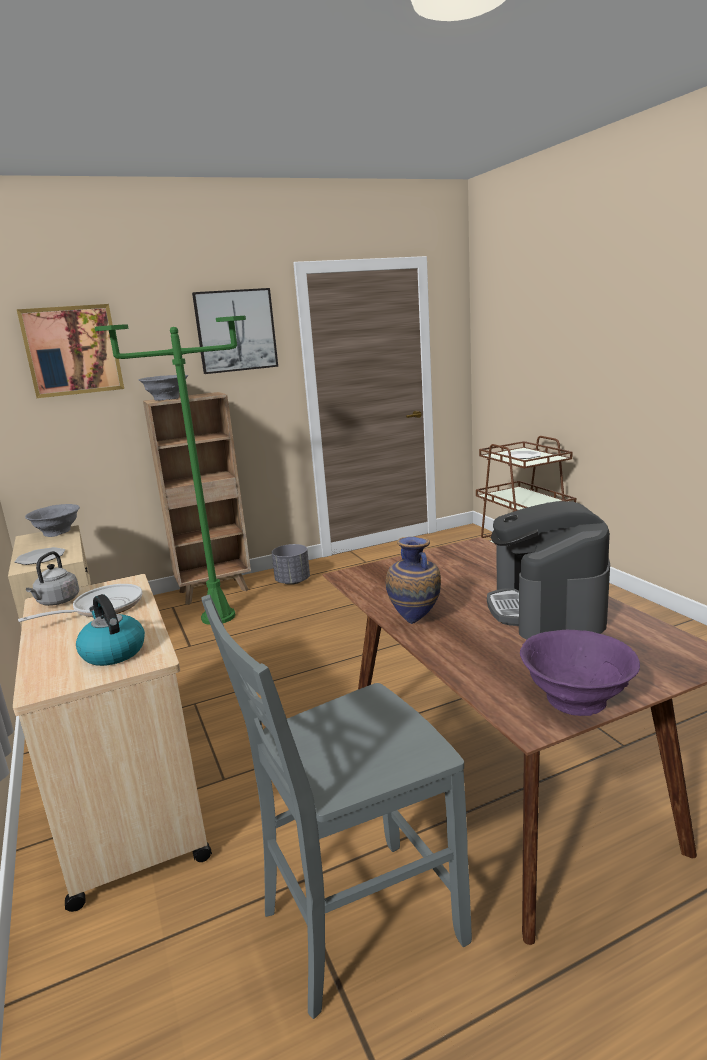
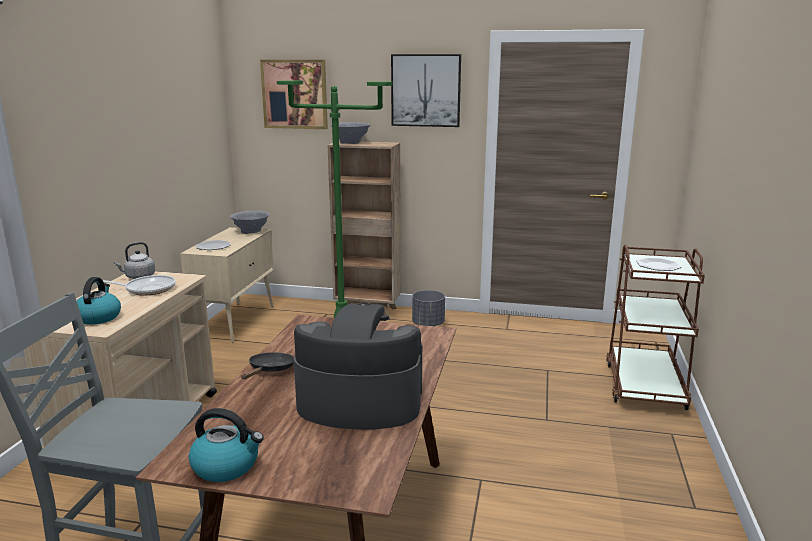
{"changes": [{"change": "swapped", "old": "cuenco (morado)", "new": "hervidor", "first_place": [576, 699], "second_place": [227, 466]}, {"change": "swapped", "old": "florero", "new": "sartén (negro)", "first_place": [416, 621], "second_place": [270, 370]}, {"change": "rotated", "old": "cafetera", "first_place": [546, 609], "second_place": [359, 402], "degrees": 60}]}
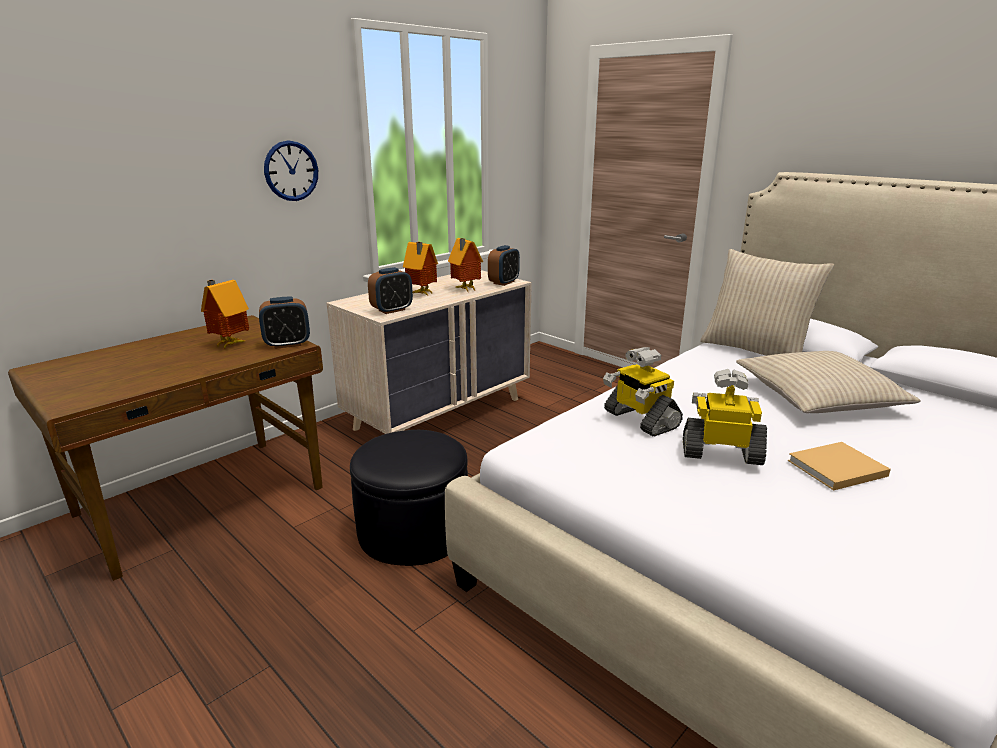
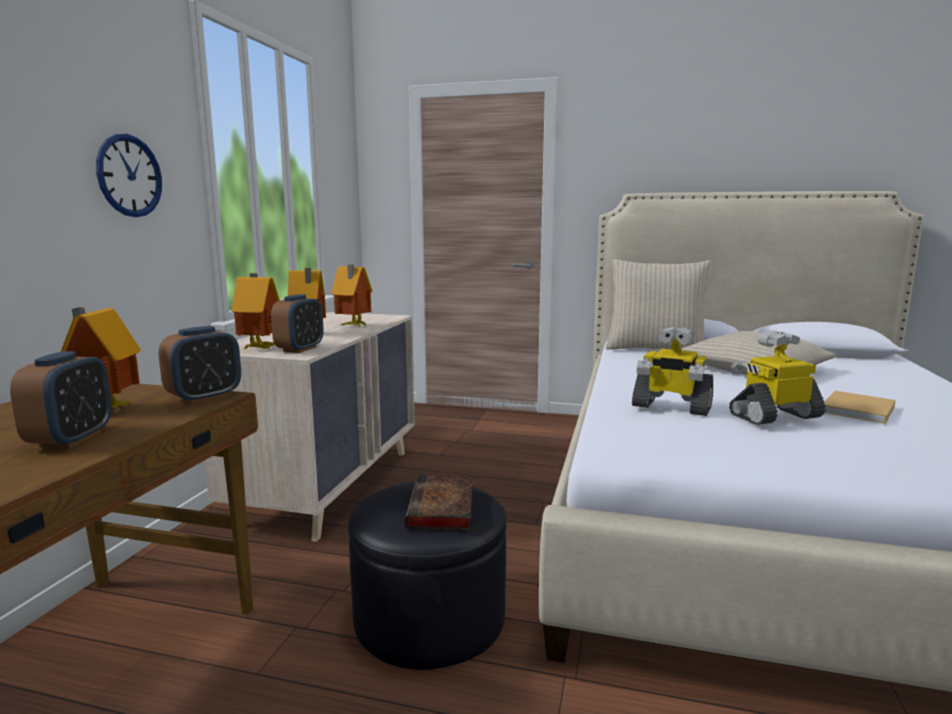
{"changes": [{"change": "shifted", "old": "despertador", "first_place": [504, 282], "second_place": [71, 439]}, {"change": "new", "new": "casita", "second_place": [260, 348]}, {"change": "new", "new": "libro", "second_place": [442, 508]}]}
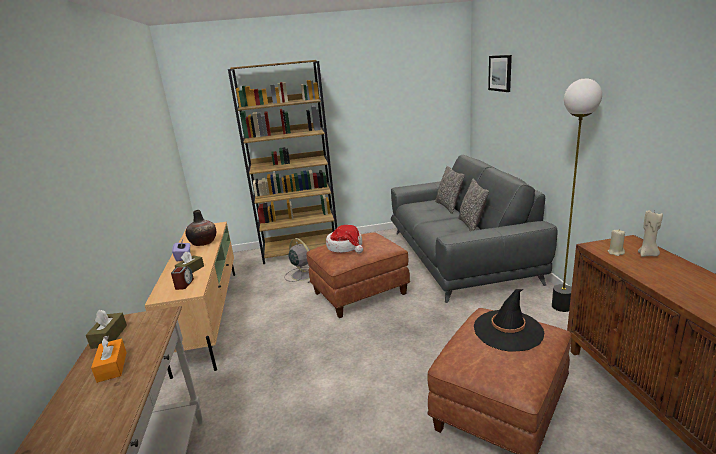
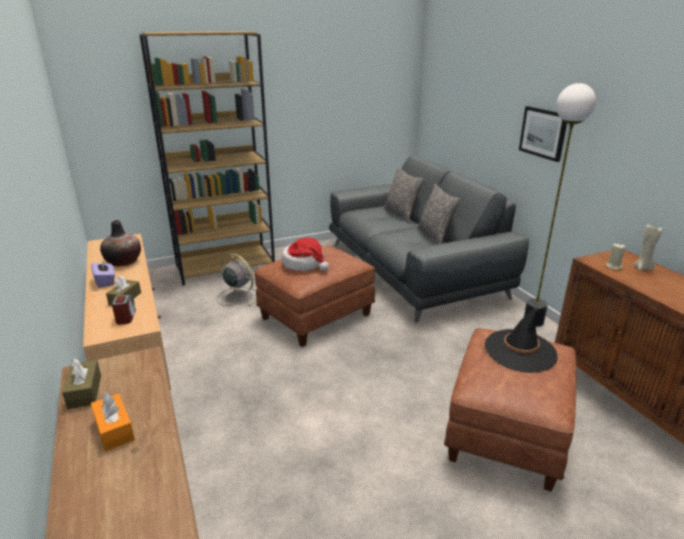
{"changes": [{"change": "shifted", "old": "cuadro", "first_place": [500, 73], "second_place": [543, 133]}]}
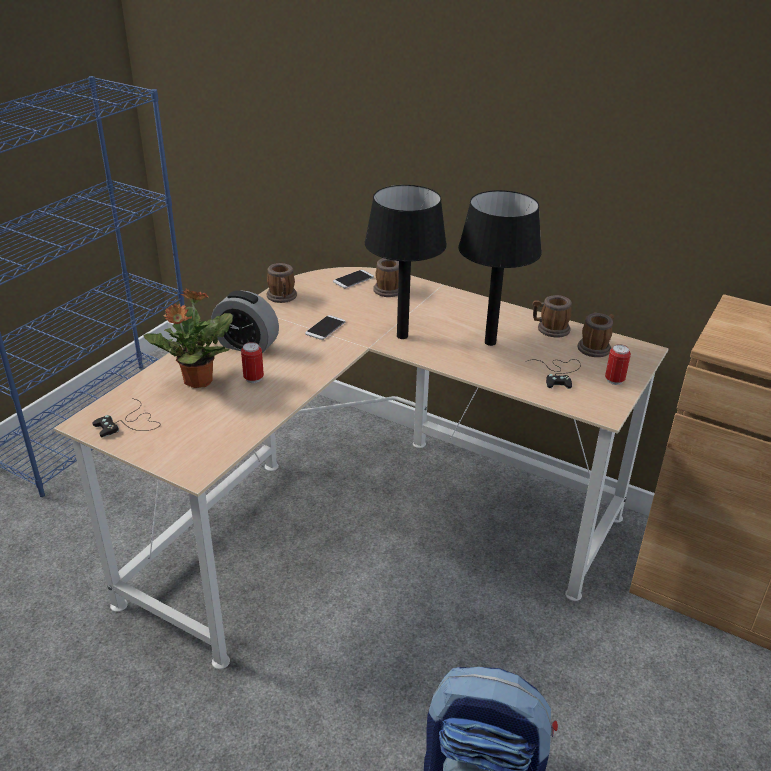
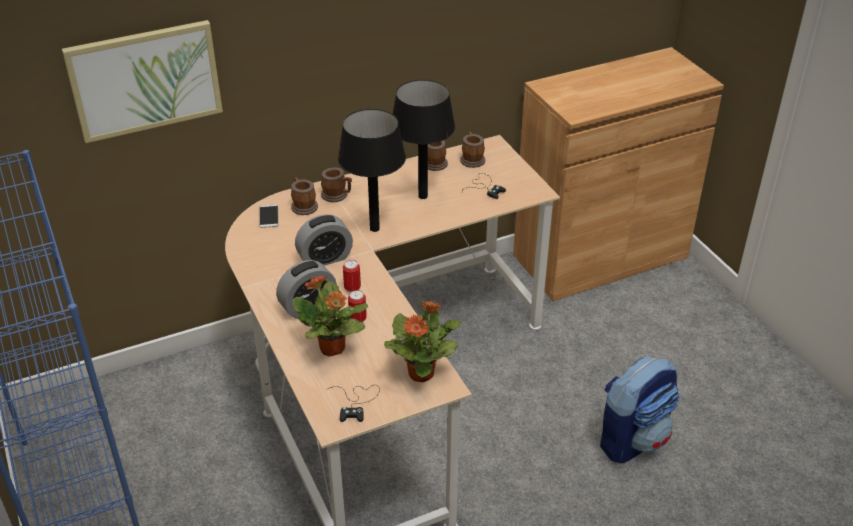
{"changes": [{"change": "new", "new": "cuadro", "second_place": [145, 80]}, {"change": "swapped", "old": "móvil", "new": "despertador", "first_place": [325, 328], "second_place": [325, 258]}, {"change": "shifted", "old": "taza grande", "first_place": [282, 297], "second_place": [337, 195]}, {"change": "shifted", "old": "lata", "first_place": [614, 380], "second_place": [352, 288]}, {"change": "new", "new": "planta en maceta", "second_place": [422, 373]}]}
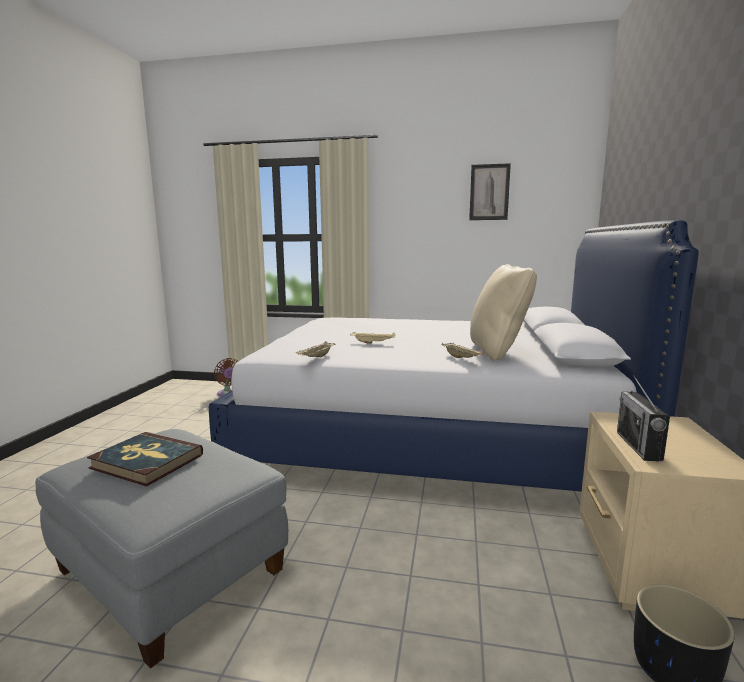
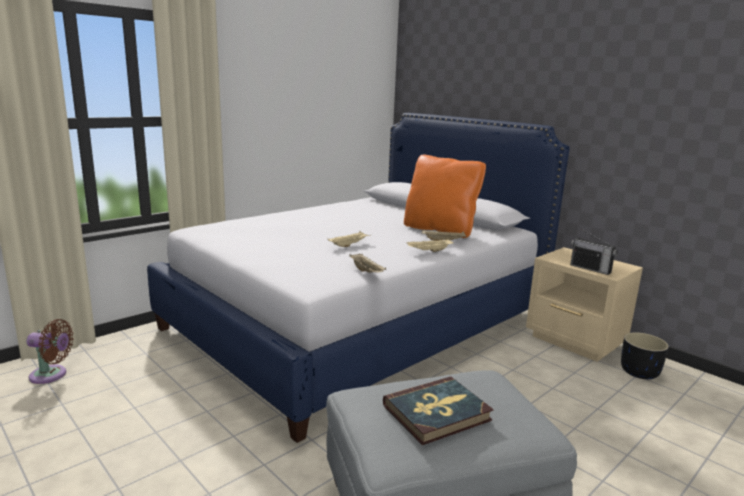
{"changes": [{"change": "repainted", "old": "cojín (beis)", "new": "cojín (naranja)", "first_place": [497, 351], "second_place": [440, 230]}, {"change": "new", "new": "bandeja (beis)", "second_place": [429, 251]}, {"change": "gone", "old": "cuadro", "first_place": [489, 192]}]}
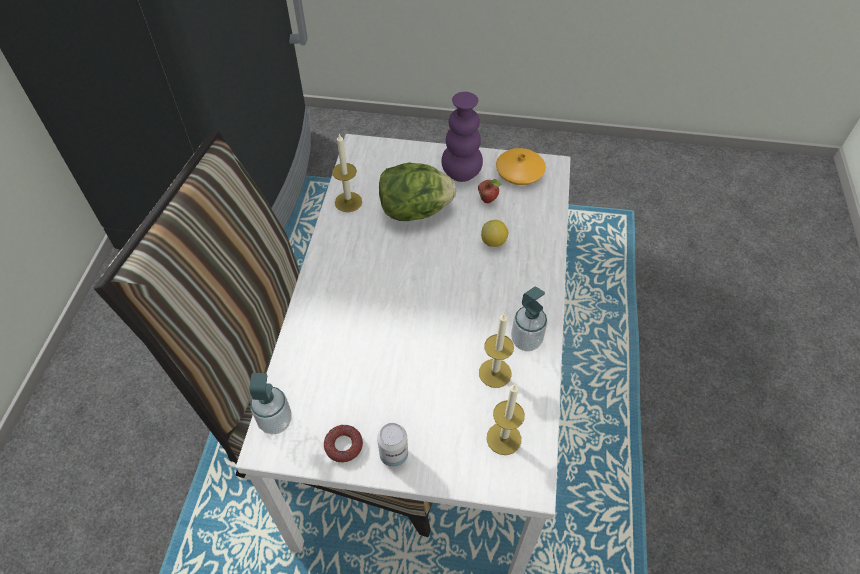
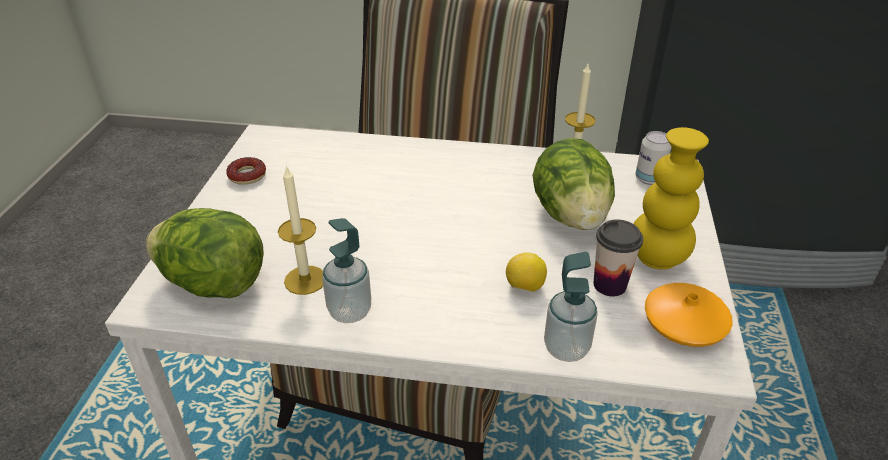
{"changes": [{"change": "swapped", "old": "vela", "new": "lechuga", "first_place": [503, 438], "second_place": [214, 284]}, {"change": "shifted", "old": "dispensador de jabón", "first_place": [275, 421], "second_place": [566, 348]}, {"change": "swapped", "old": "manzana", "new": "taza", "first_place": [488, 200], "second_place": [609, 285]}, {"change": "repainted", "old": "florero (morado)", "new": "florero (amarillo)", "first_place": [461, 174], "second_place": [657, 258]}, {"change": "shifted", "old": "lata", "first_place": [394, 455], "second_place": [649, 179]}]}
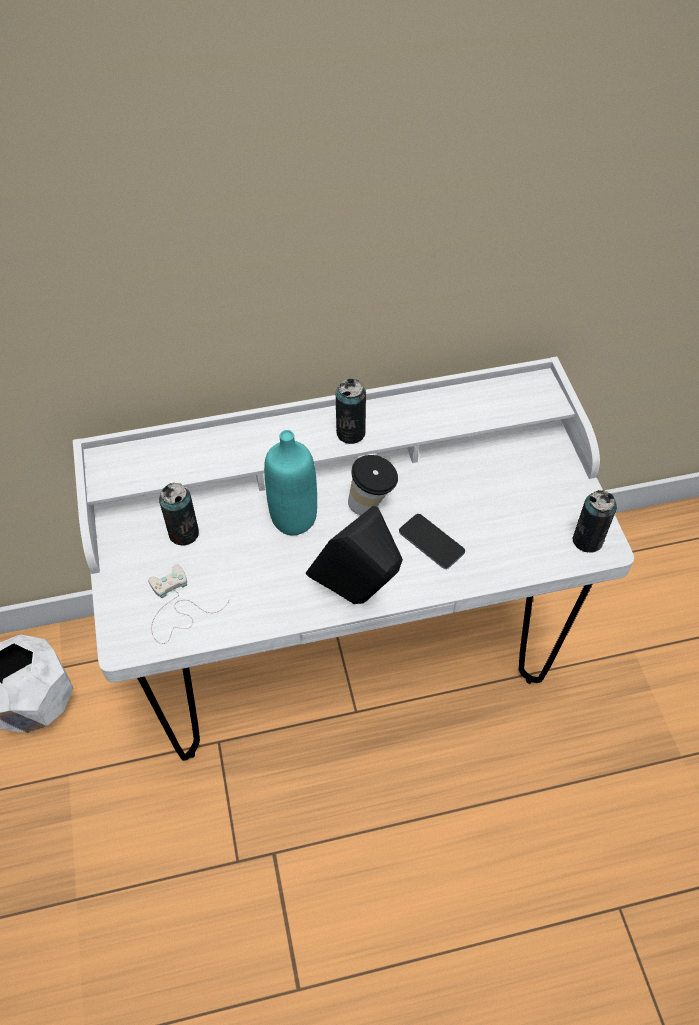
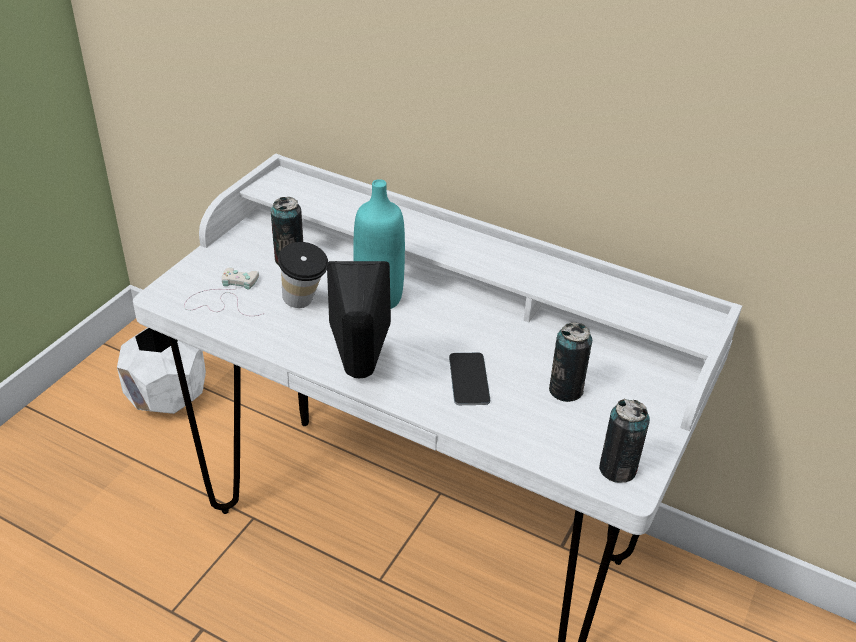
{"changes": [{"change": "shifted", "old": "taza", "first_place": [372, 505], "second_place": [304, 304]}, {"change": "shifted", "old": "lata", "first_place": [350, 433], "second_place": [565, 390]}]}
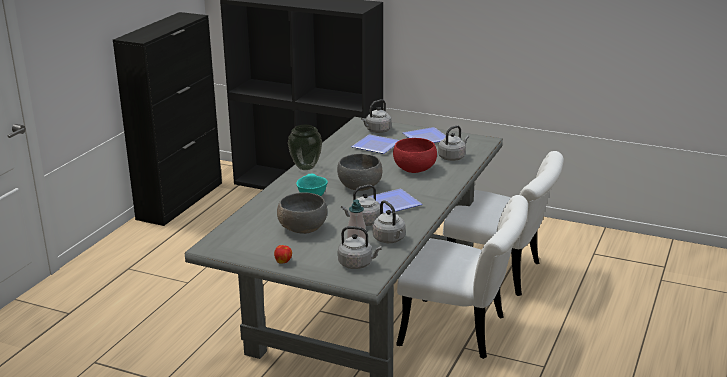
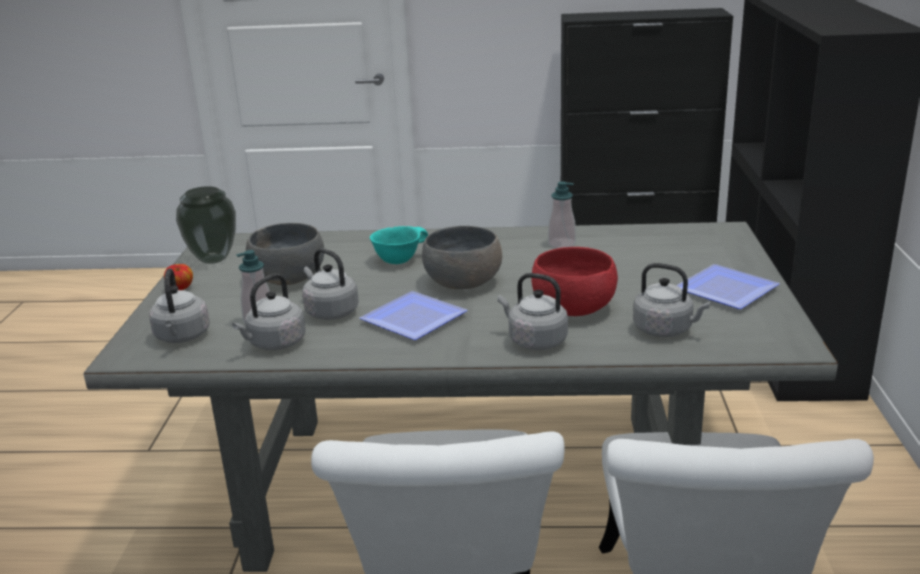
{"changes": [{"change": "shifted", "old": "florero", "first_place": [305, 168], "second_place": [212, 259]}, {"change": "shifted", "old": "hervidor (gris)", "first_place": [377, 131], "second_place": [534, 341]}, {"change": "new", "new": "dispensador de jabón", "second_place": [561, 244]}, {"change": "gone", "old": "plato", "first_place": [375, 145]}]}
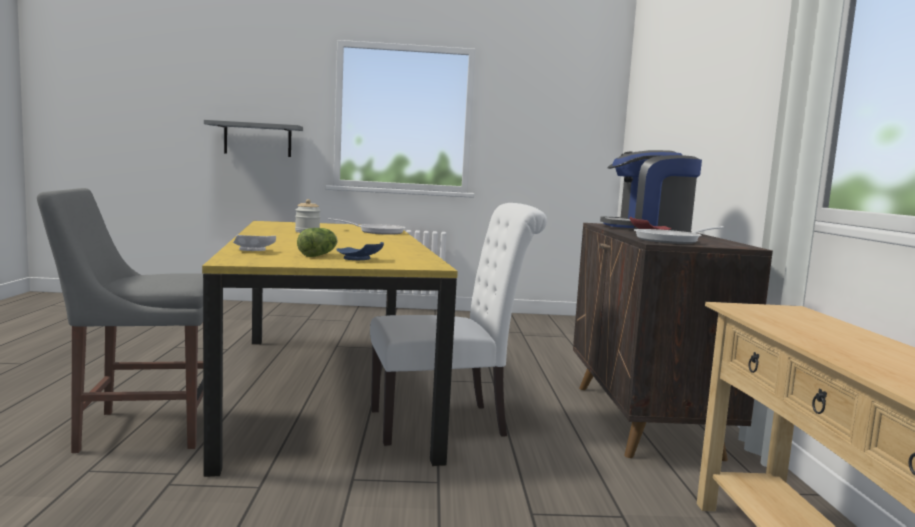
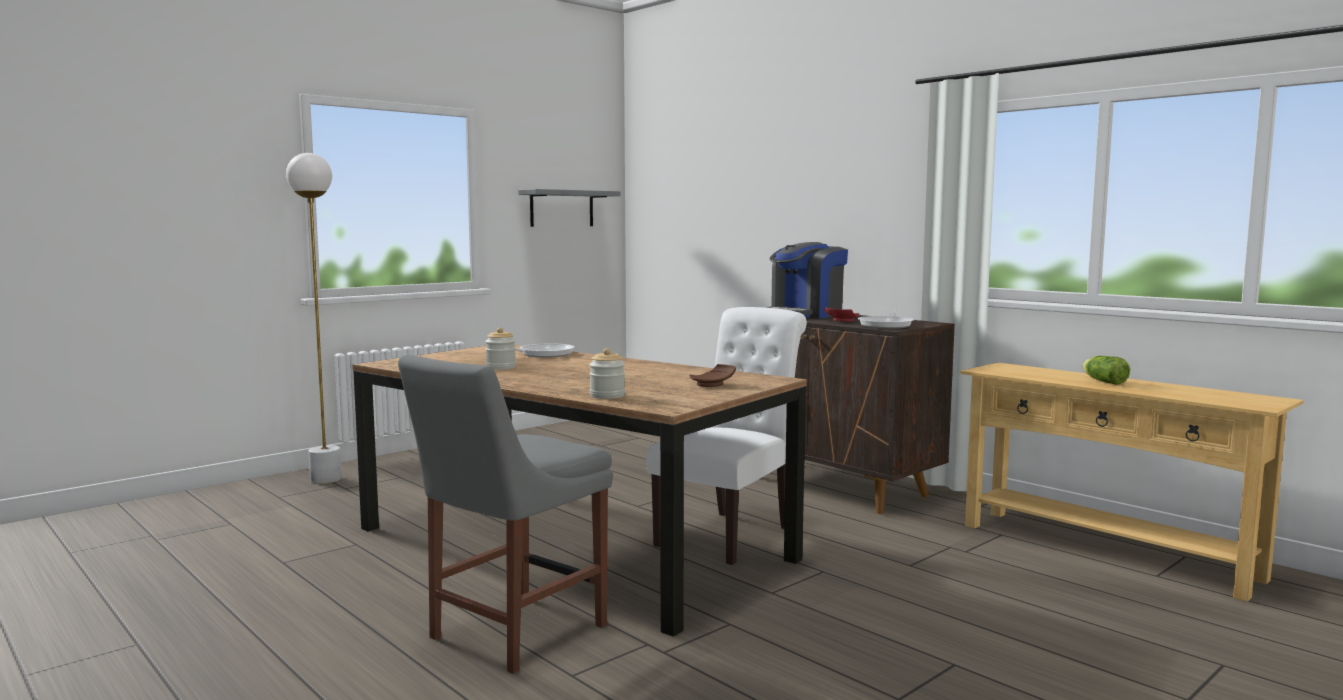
{"changes": [{"change": "new", "new": "lámpara de pie (blanco)", "second_place": [326, 479]}, {"change": "repainted", "old": "mesa de comedor (amarillo)", "new": "mesa de comedor (marrón)", "first_place": [325, 388], "second_place": [569, 543]}, {"change": "shifted", "old": "estante (gris)", "first_place": [257, 139], "second_place": [561, 208]}, {"change": "swapped", "old": "plato (blanco)", "new": "tarro", "first_place": [252, 250], "second_place": [607, 396]}, {"change": "repainted", "old": "plato (azul)", "new": "plato (marrón)", "first_place": [360, 259], "second_place": [713, 385]}, {"change": "shifted", "old": "lechuga", "first_place": [319, 255], "second_place": [1103, 381]}]}
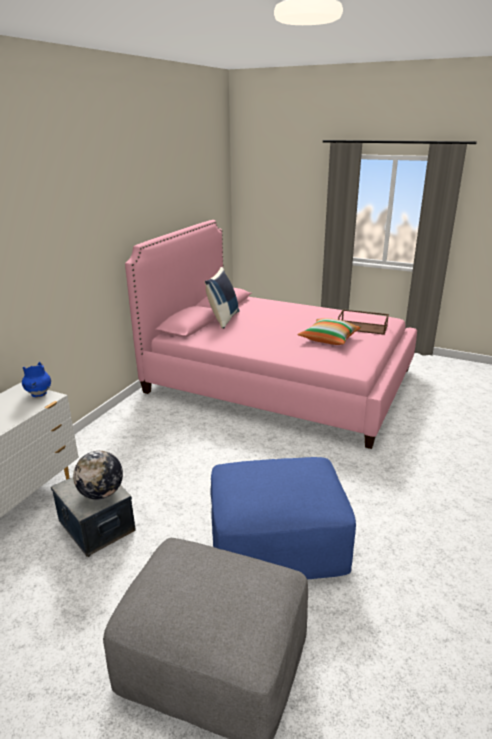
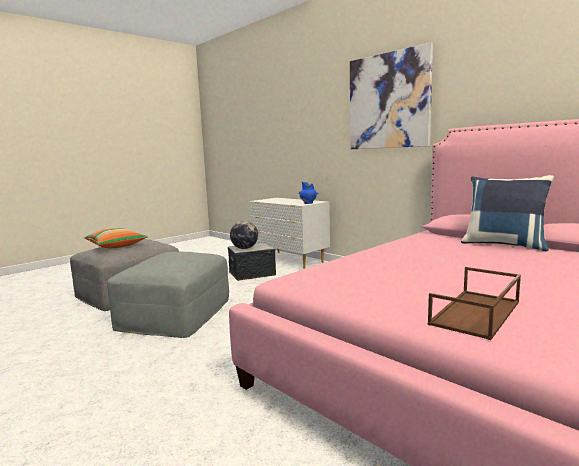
{"changes": [{"change": "shifted", "old": "cojín", "first_place": [329, 339], "second_place": [116, 246]}, {"change": "repainted", "old": "puf (azul)", "new": "puf (gris)", "first_place": [277, 540], "second_place": [175, 313]}, {"change": "new", "new": "cuadro", "second_place": [388, 101]}]}
